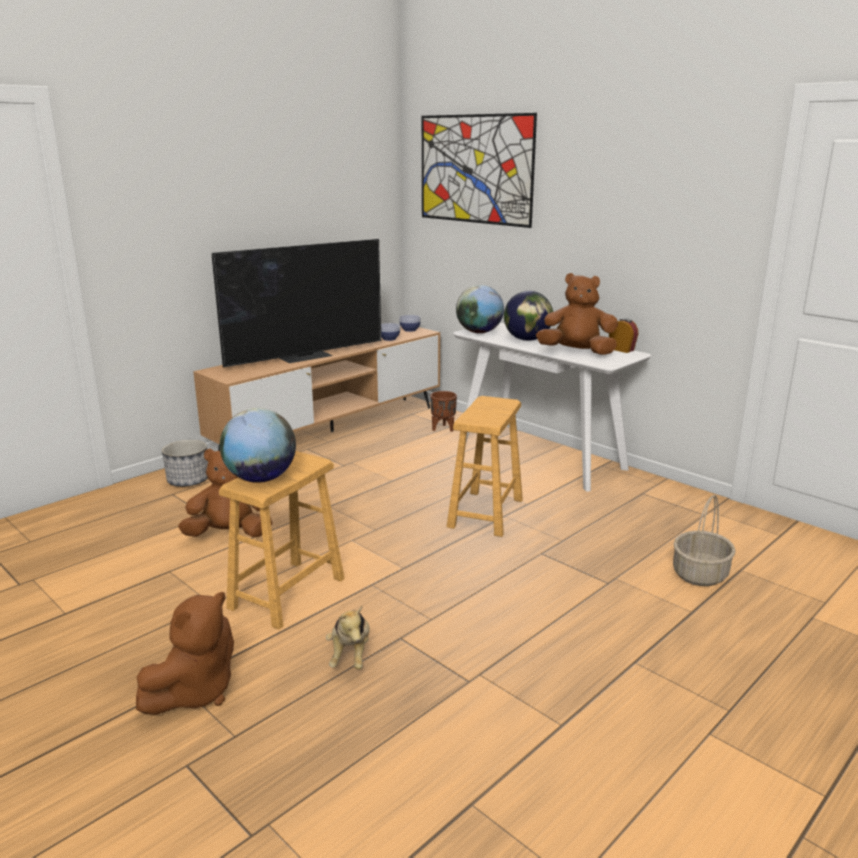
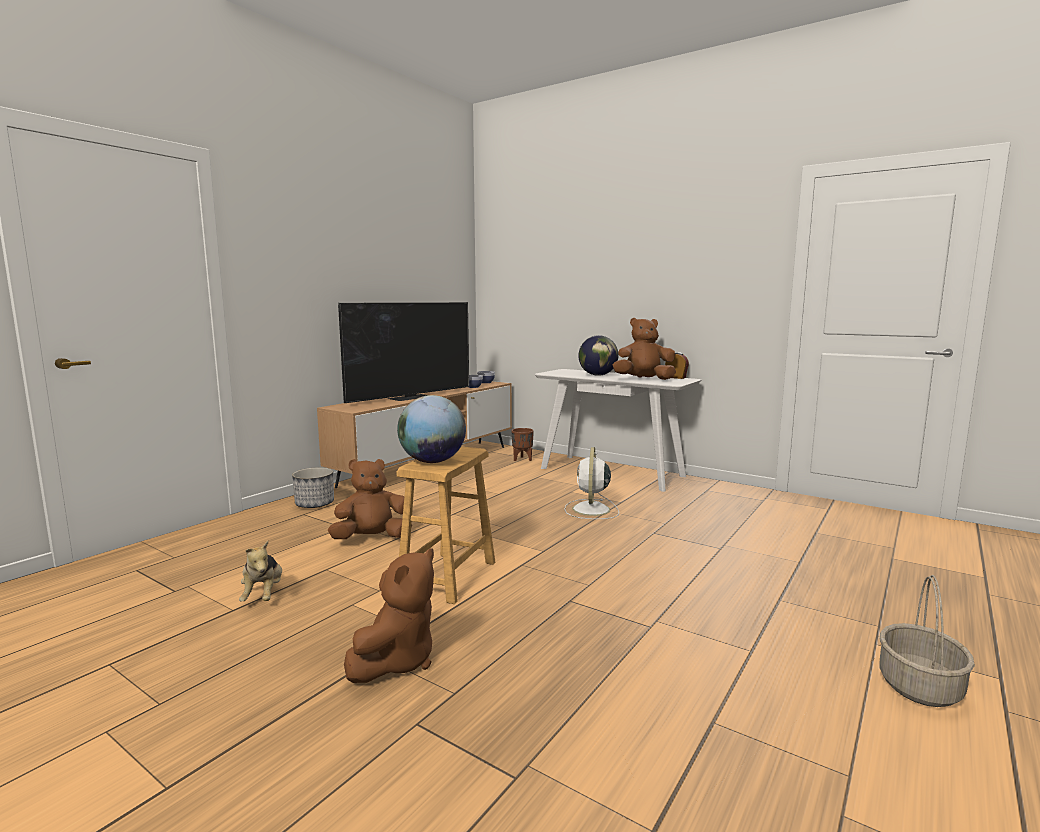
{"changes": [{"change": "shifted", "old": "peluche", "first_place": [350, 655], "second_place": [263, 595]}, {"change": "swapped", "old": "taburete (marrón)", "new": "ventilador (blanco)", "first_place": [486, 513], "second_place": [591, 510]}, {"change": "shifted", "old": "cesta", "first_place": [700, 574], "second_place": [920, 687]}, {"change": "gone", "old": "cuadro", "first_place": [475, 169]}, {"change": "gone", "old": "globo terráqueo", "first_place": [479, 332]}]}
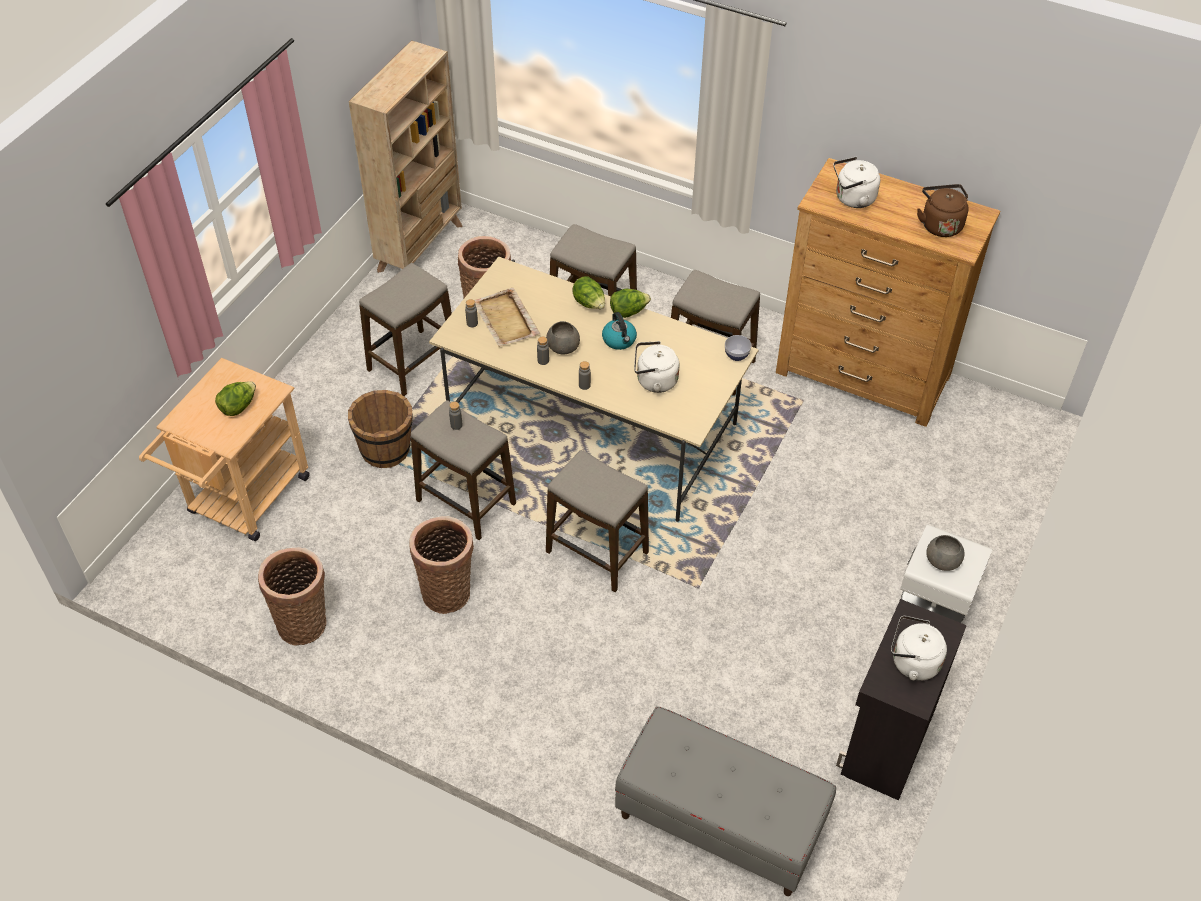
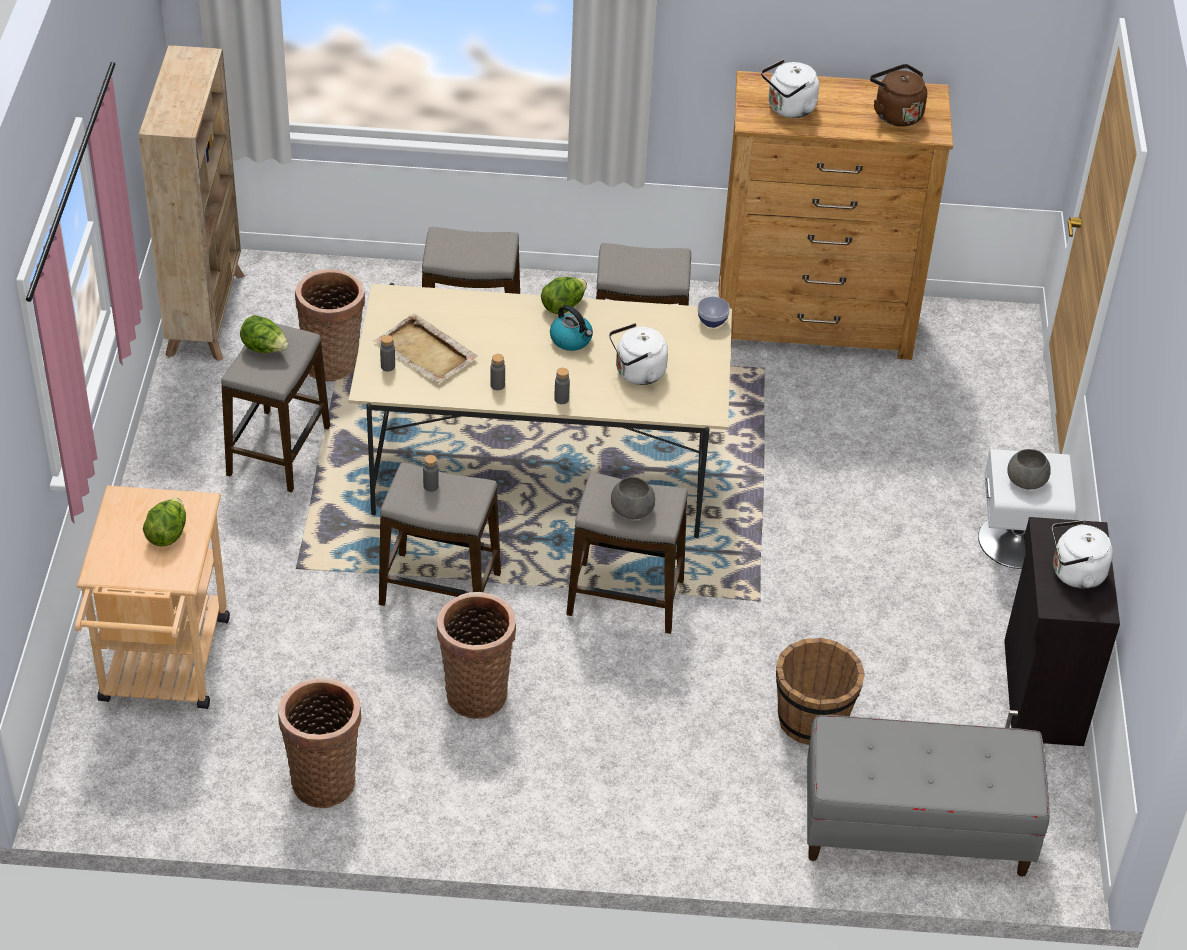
{"changes": [{"change": "shifted", "old": "lechuga", "first_place": [589, 304], "second_place": [265, 349]}, {"change": "shifted", "old": "cuenco (gris)", "first_place": [563, 347], "second_place": [633, 510]}, {"change": "shifted", "old": "cubo (marrón)", "first_place": [386, 449], "second_place": [812, 719]}]}
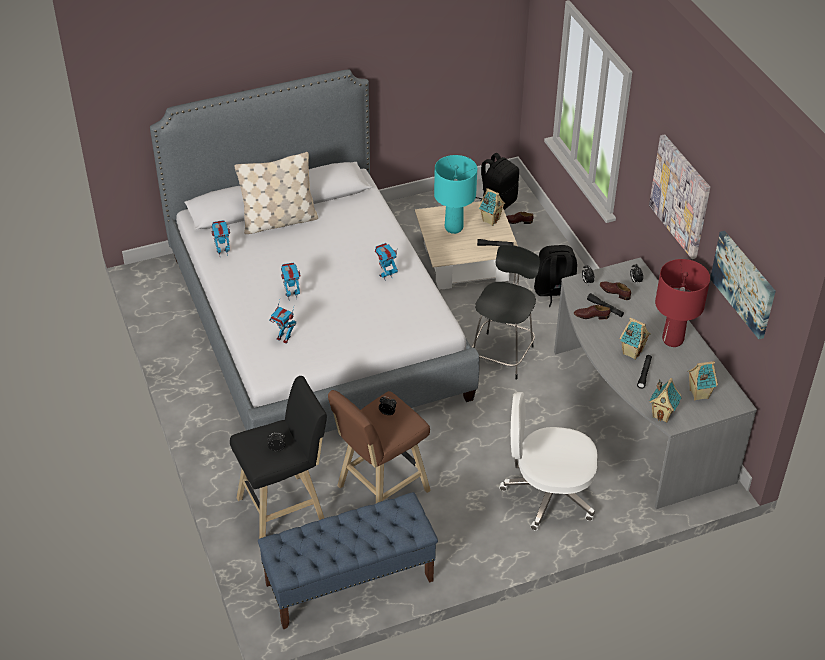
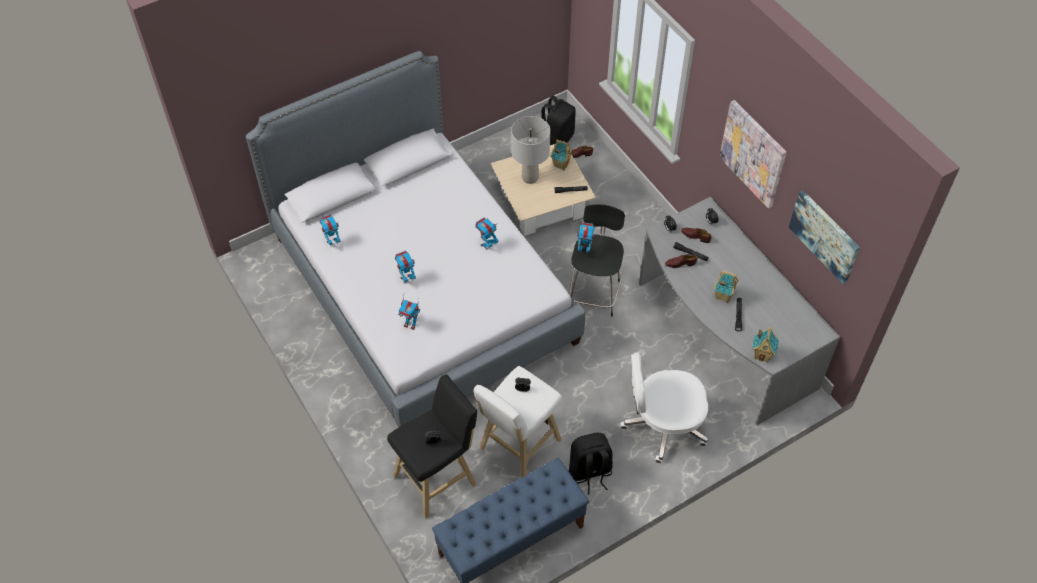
{"changes": [{"change": "repainted", "old": "taburete (marrón)", "new": "taburete (blanco)", "first_place": [380, 491], "second_place": [517, 446]}, {"change": "repainted", "old": "lámpara de mesa (turquesa)", "new": "lámpara de mesa (gris)", "first_place": [453, 228], "second_place": [529, 177]}, {"change": "shifted", "old": "mochila (negro)", "first_place": [554, 292], "second_place": [590, 472]}, {"change": "new", "new": "robot de juguete", "second_place": [584, 250]}, {"change": "gone", "old": "cojín (beis)", "first_place": [279, 221]}, {"change": "gone", "old": "lámpara de mesa (rojo)", "first_place": [673, 340]}, {"change": "gone", "old": "casita", "first_place": [698, 394]}]}
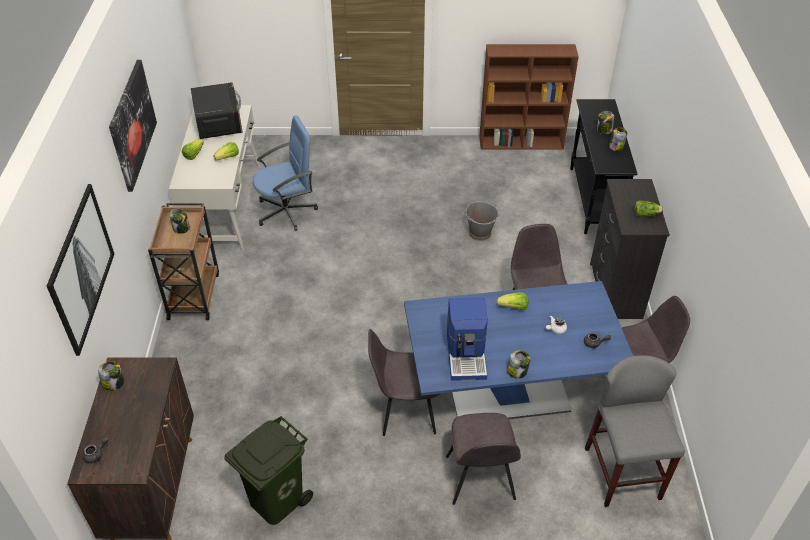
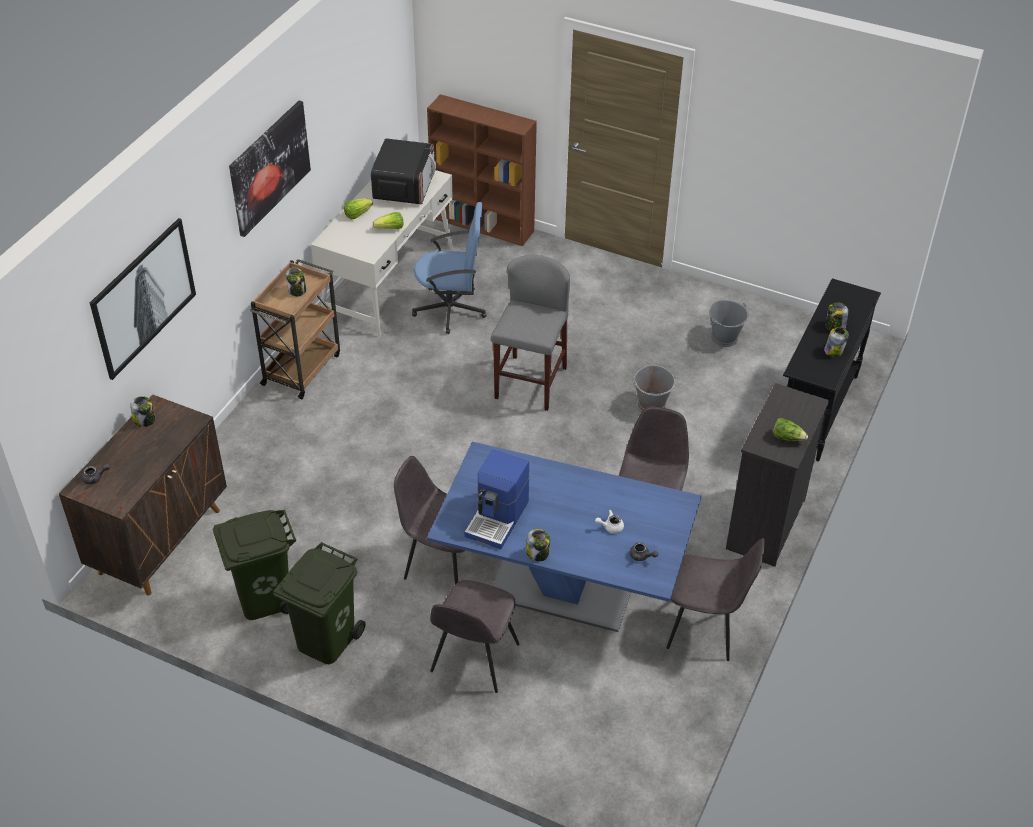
{"changes": [{"change": "new", "new": "papelera (verde)", "second_place": [325, 639]}, {"change": "shifted", "old": "estantería (marrón)", "first_place": [522, 142], "second_place": [483, 224]}, {"change": "shifted", "old": "taburete (gris)", "first_place": [622, 473], "second_place": [530, 383]}, {"change": "new", "new": "cubo (gris)", "second_place": [725, 338]}, {"change": "gone", "old": "lechuga", "first_place": [513, 307]}]}
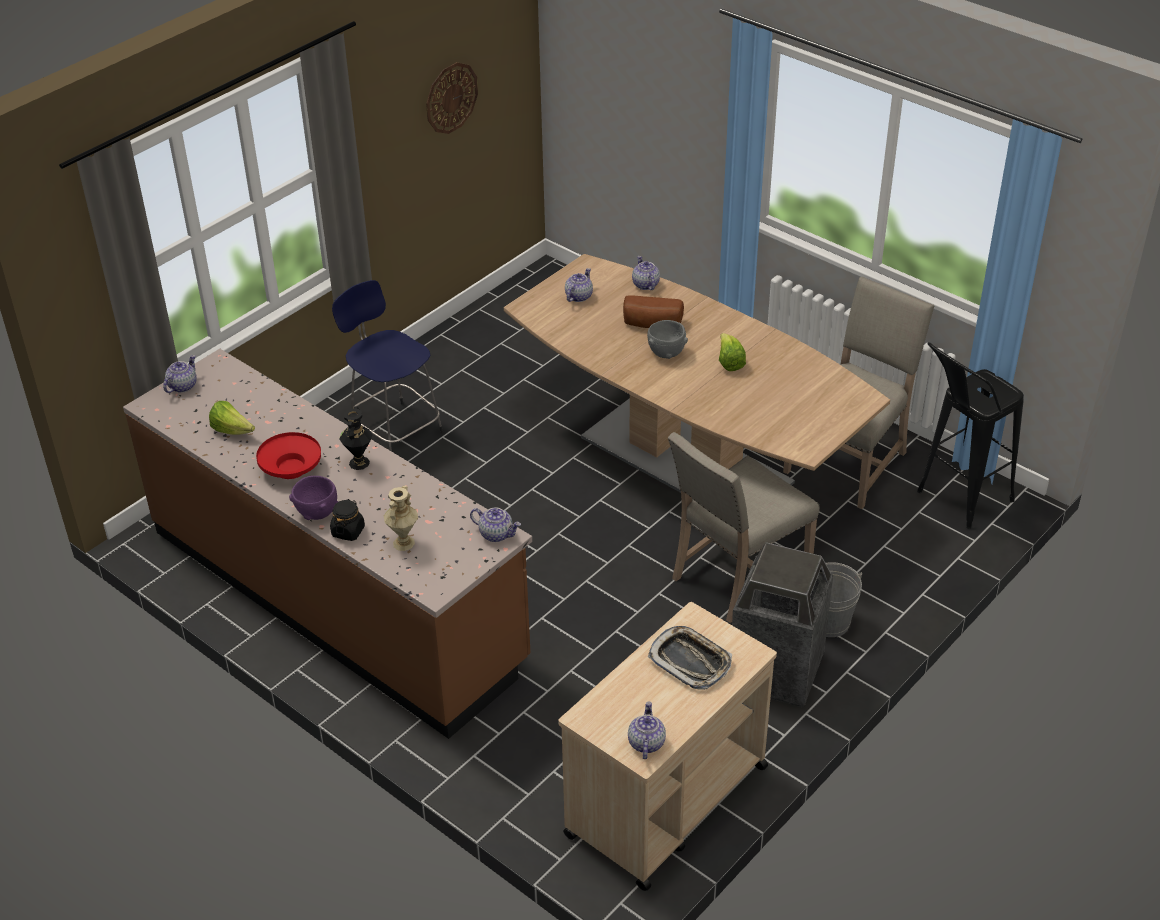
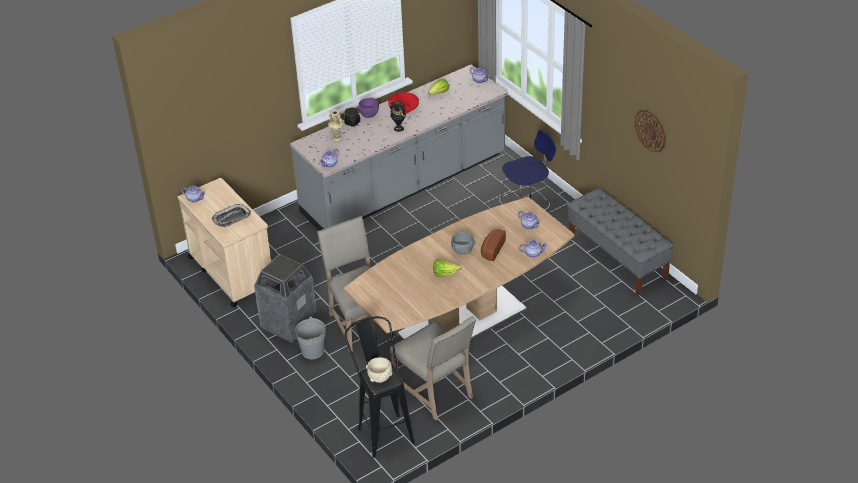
{"changes": [{"change": "repainted", "old": "mueble bajo de cocina (marrón)", "new": "mueble bajo de cocina (gris)", "first_place": [337, 595], "second_place": [404, 185]}, {"change": "new", "new": "cuenco (beis)", "second_place": [380, 378]}, {"change": "new", "new": "banco (gris)", "second_place": [617, 259]}]}
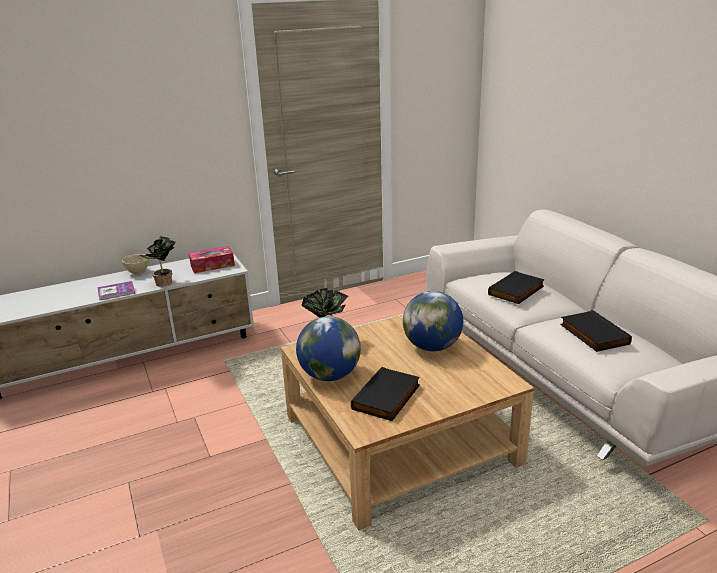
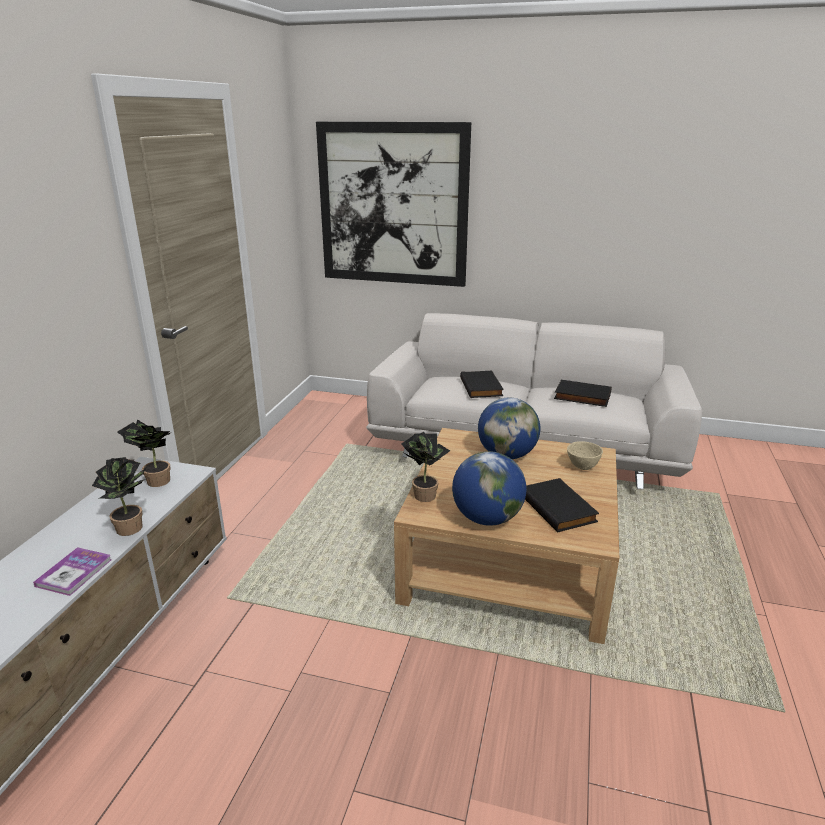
{"changes": [{"change": "swapped", "old": "caja de pañuelos", "new": "planta en maceta", "first_place": [212, 265], "second_place": [155, 481]}, {"change": "new", "new": "cuadro", "second_place": [393, 205]}, {"change": "shifted", "old": "cuenco (beis)", "first_place": [138, 272], "second_place": [583, 467]}]}
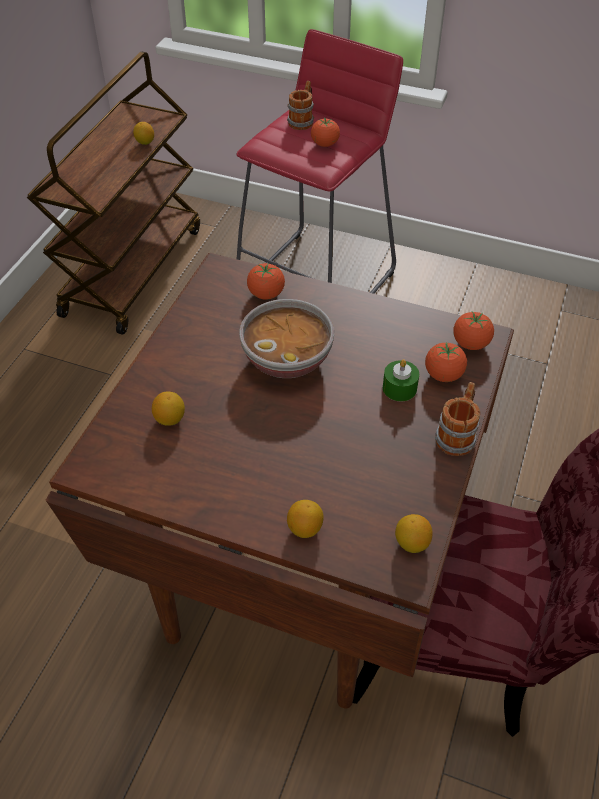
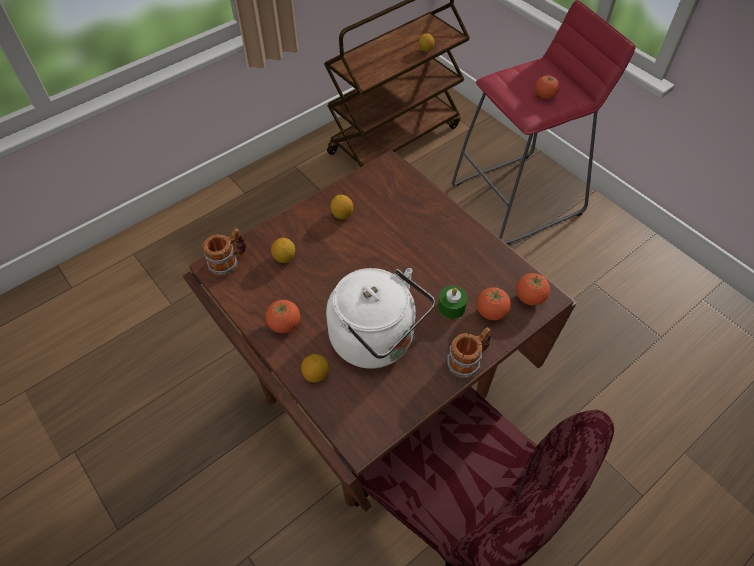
{"changes": [{"change": "shifted", "old": "taza grande", "first_place": [302, 120], "second_place": [229, 262]}, {"change": "shifted", "old": "tomate", "first_place": [266, 294], "second_place": [284, 324]}, {"change": "new", "new": "hervidor (blanco)", "second_place": [377, 340]}, {"change": "shifted", "old": "limón", "first_place": [411, 543], "second_place": [342, 215]}, {"change": "gone", "old": "cuenco", "first_place": [287, 358]}]}
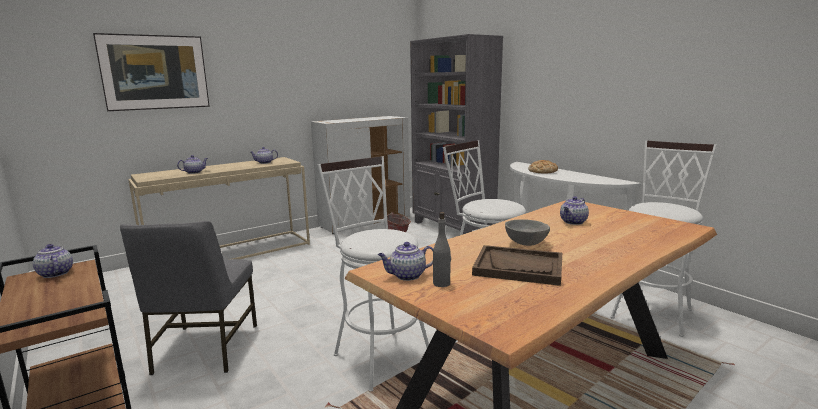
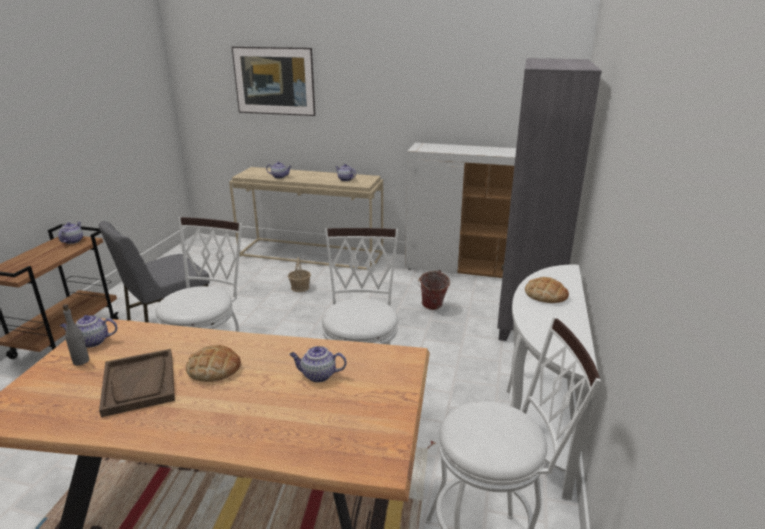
{"changes": [{"change": "rotated", "old": "tetera", "first_place": [407, 276], "second_place": [92, 342], "degrees": -45}, {"change": "swapped", "old": "cuenco (gris)", "new": "pan", "first_place": [525, 243], "second_place": [214, 368]}, {"change": "new", "new": "cesta", "second_place": [300, 287]}]}
